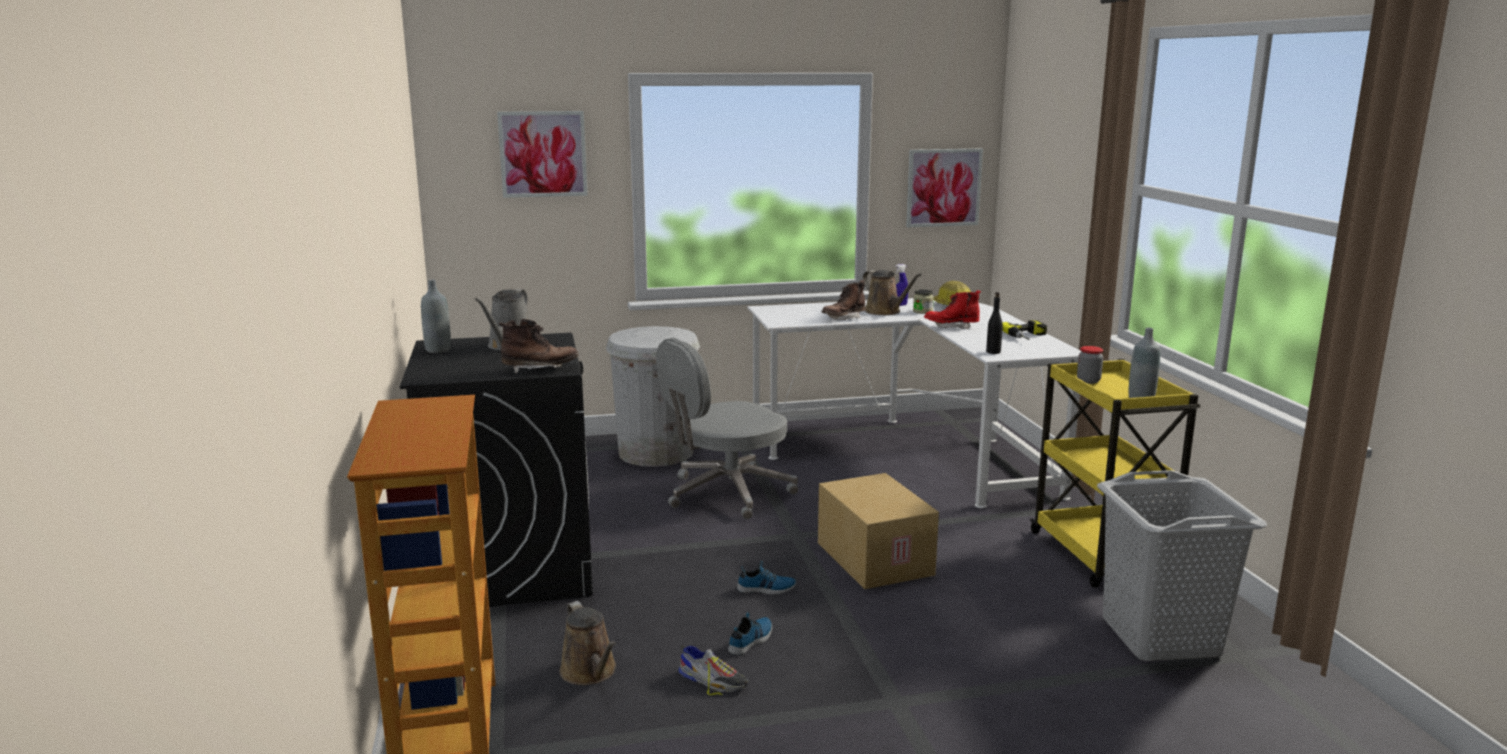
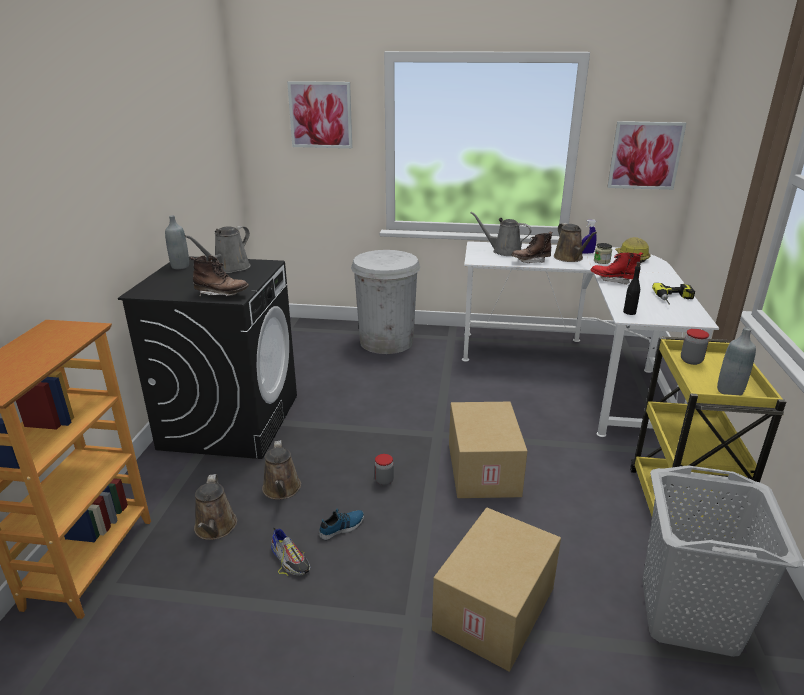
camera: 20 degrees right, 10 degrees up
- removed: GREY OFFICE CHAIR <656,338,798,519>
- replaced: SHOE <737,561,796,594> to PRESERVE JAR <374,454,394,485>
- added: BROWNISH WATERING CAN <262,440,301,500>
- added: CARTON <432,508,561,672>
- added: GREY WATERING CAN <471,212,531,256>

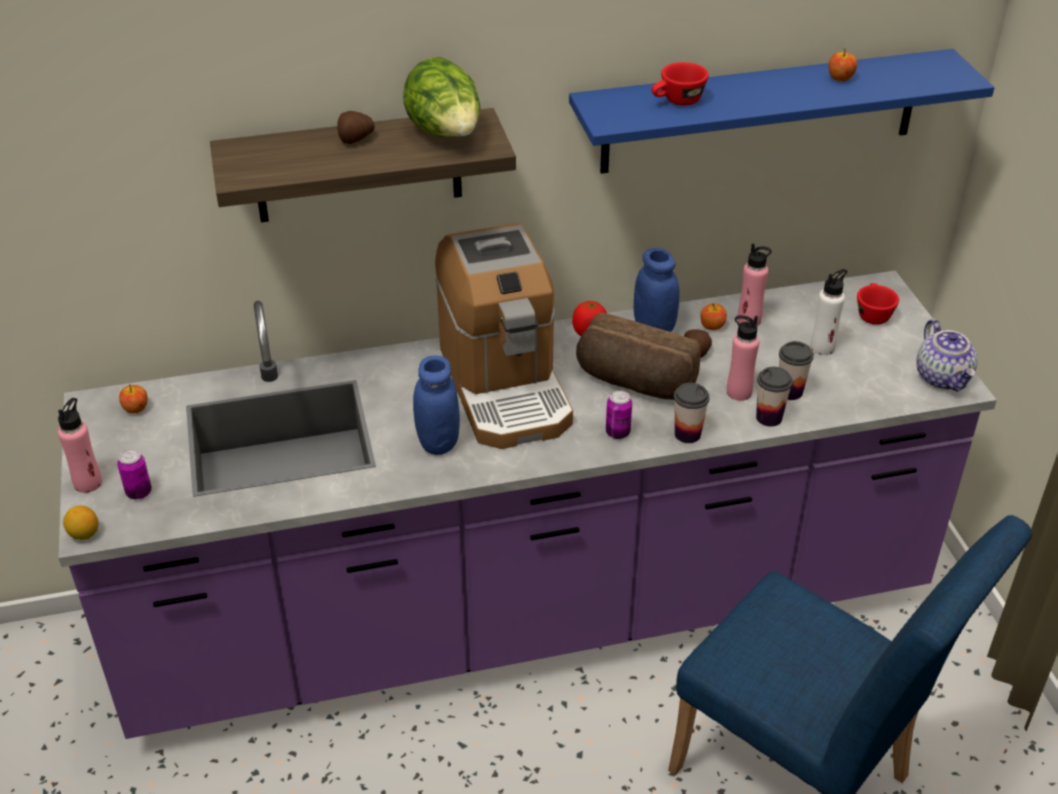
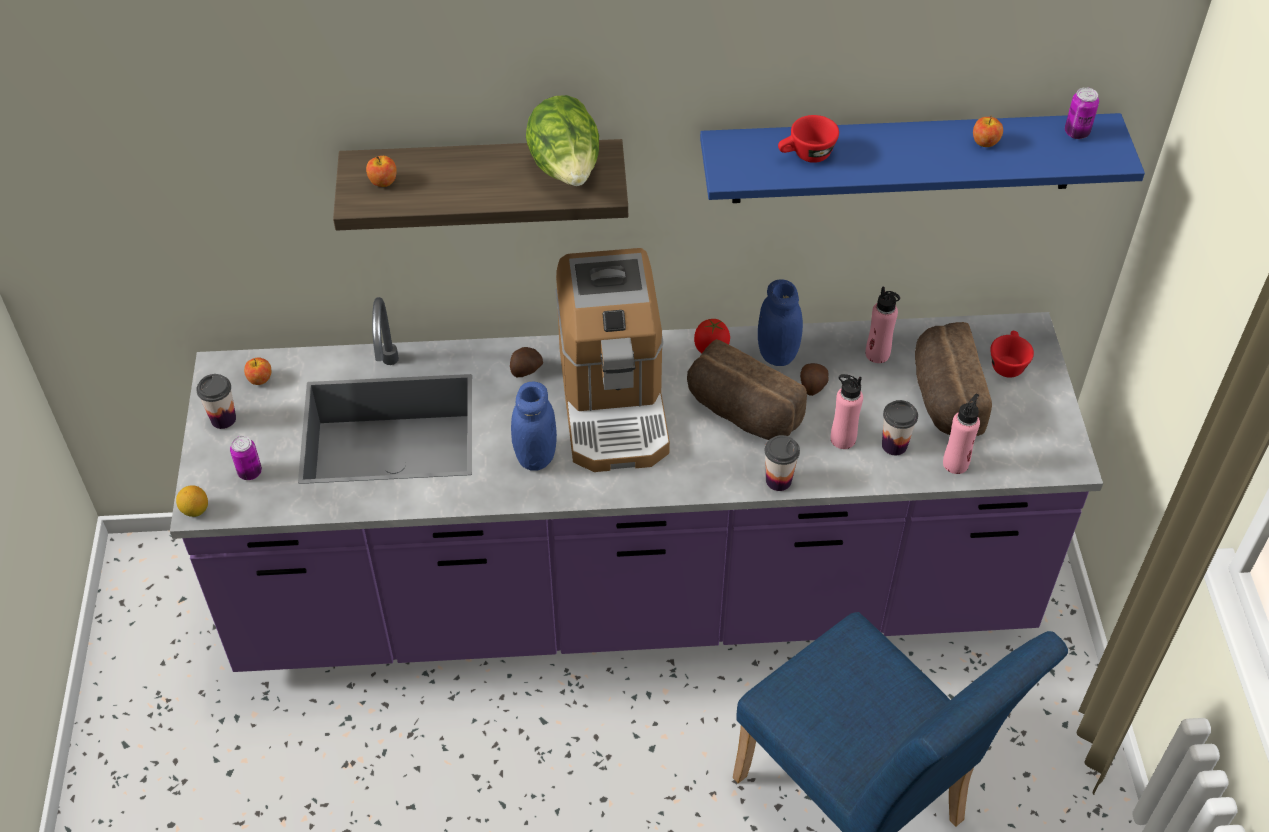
camera: 10 degrees right, 10 degrees up
- moved: PINK-COLOURED BEVERAGE BOTTLE <58,398,102,493> to <943,394,980,474>
- moved: WHOLE POTATO <337,111,375,144> to <510,347,543,377>
- moved: METAL CAN <606,390,632,439> to <1065,87,1099,139>
- moved: WHOLE APPLE <700,303,727,330> to <366,156,397,187>
- moved: DRINKING CUP <756,367,793,427> to <196,374,236,429>
- replaced: WHITISH BEVERAGE BOTTLE <811,269,847,355> to BAKED BREAD <915,322,992,436>
- removed: TEA POT <917,319,978,392>

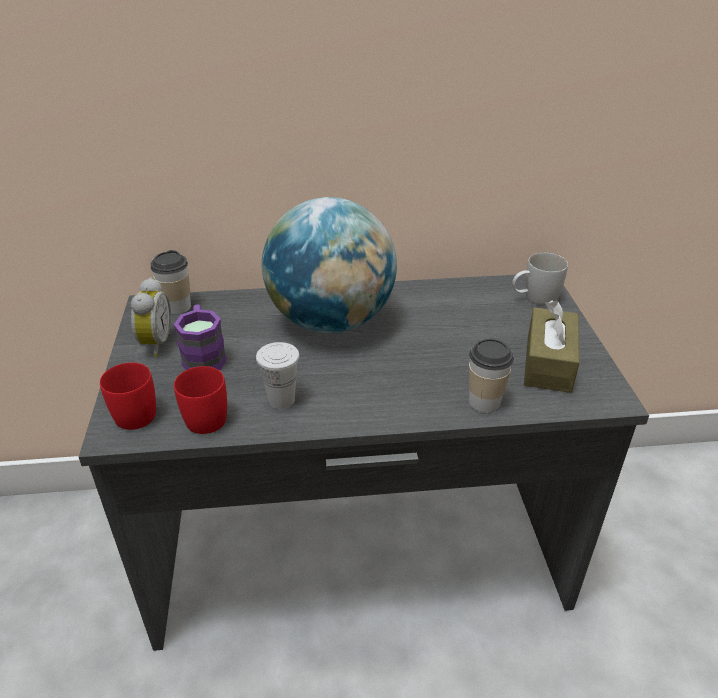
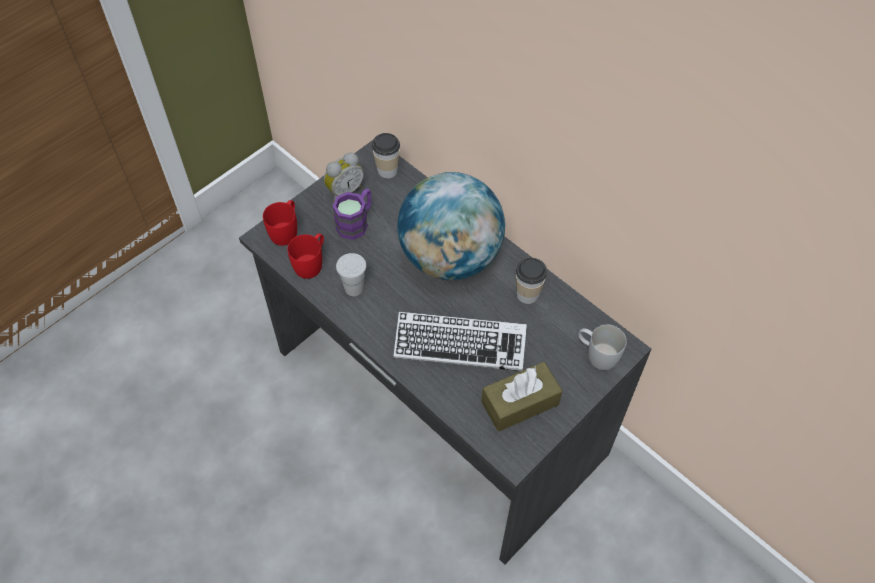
camera: 50 degrees right, 20 degrees up
- moved: DRINKING CUP <469,339,514,413> to <516,258,547,304>
- added: PC KEYBOARD <394,312,527,371>

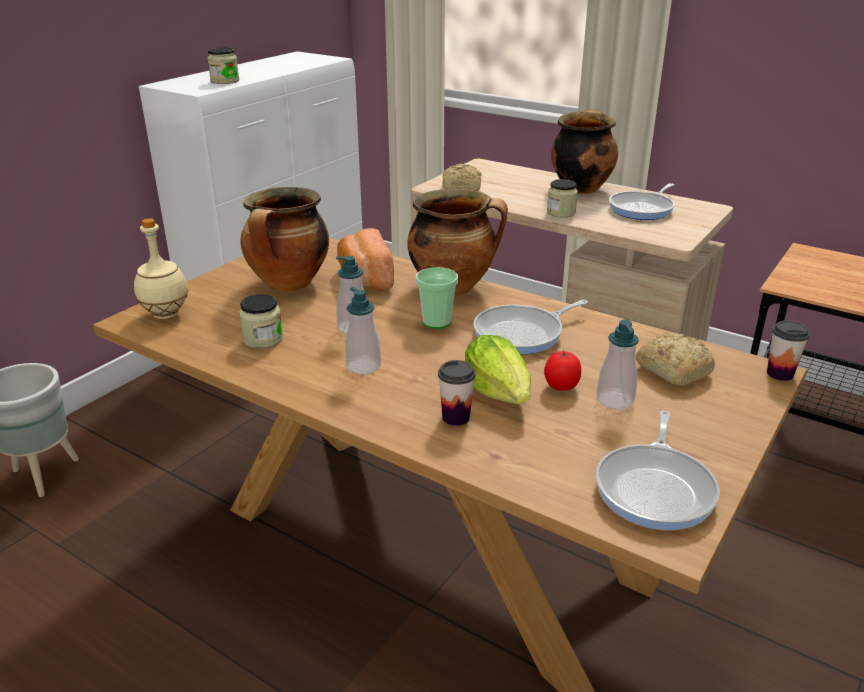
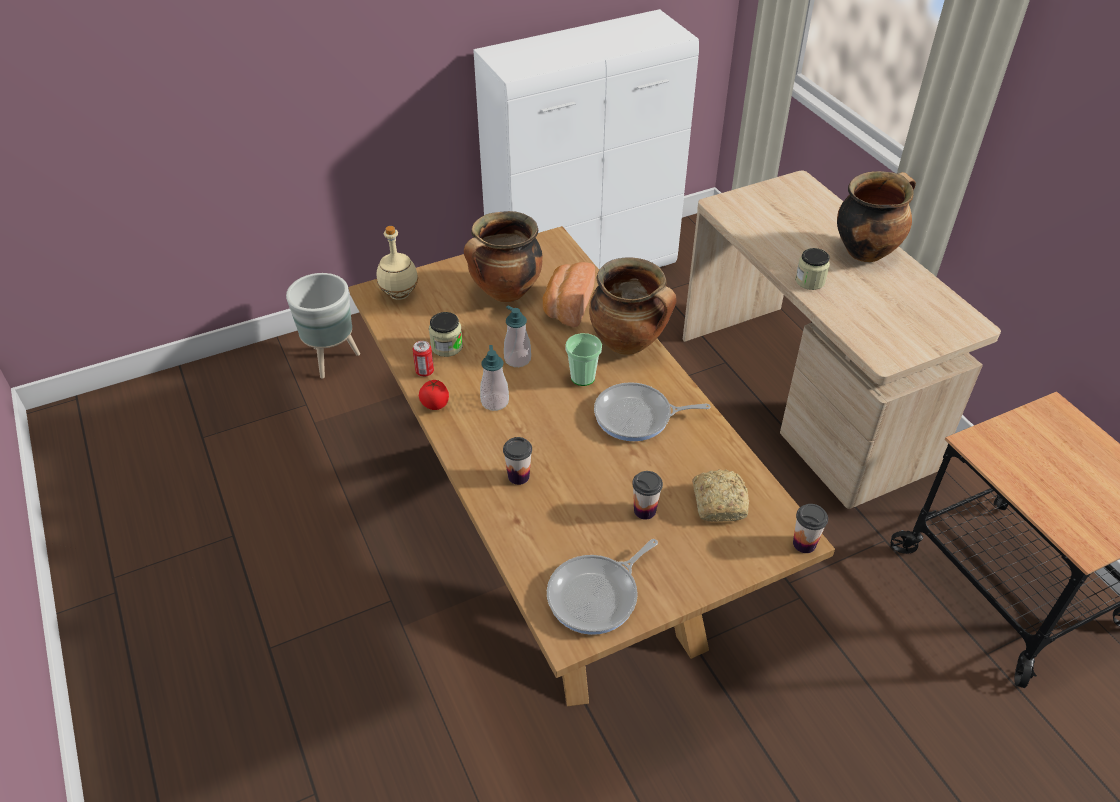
camera: 30 degrees right, 15 degrees up
- removed: PRESERVE JAR <207,47,239,84>
- removed: BAKED BREAD <442,163,482,191>
- removed: HEAD OF LETTUCE <465,335,531,405>
- moved: WHOLE TOMATO <544,350,581,391> to <419,380,449,410>
- replaced: LIQUID SOAP BOTTLE <596,320,639,409> to DRINKING CUP <632,471,663,520>
- removed: FRYING PAN <609,183,675,220>
- added: METAL CAN <413,341,434,377>

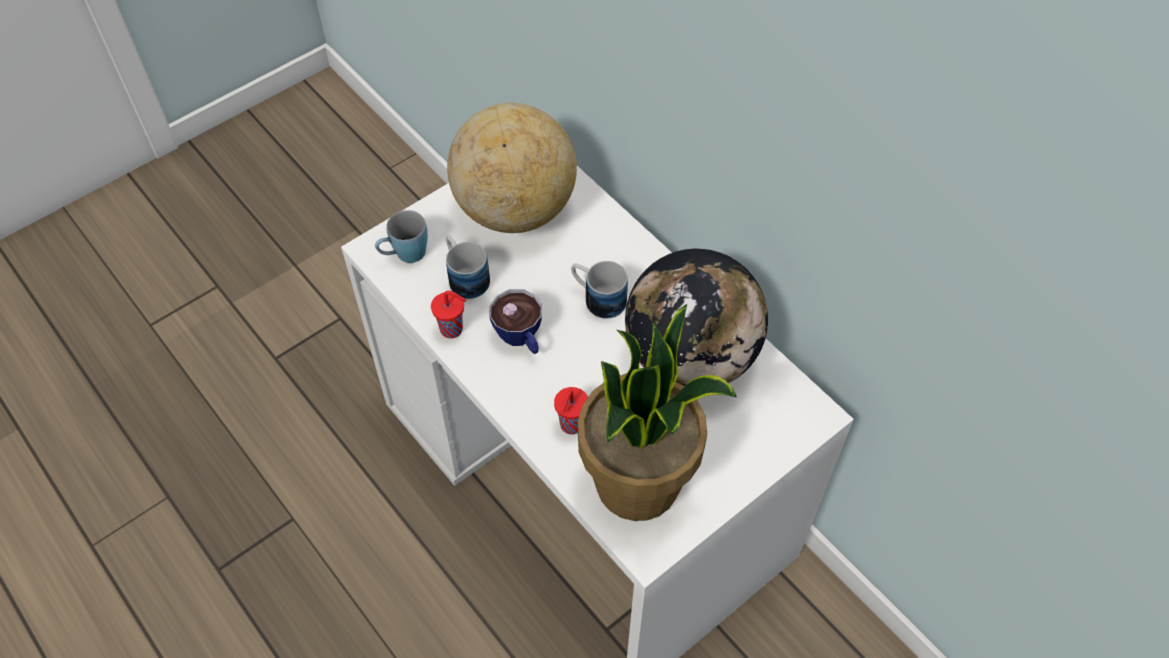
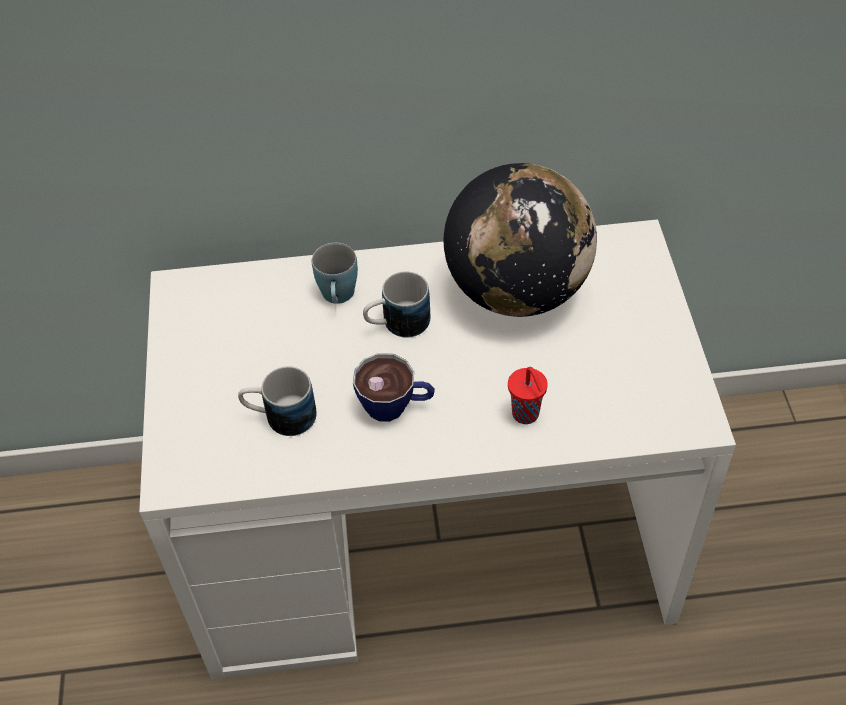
camera: 55 degrees left, 5 degrees down
- moved: BLUE-COLOURED TEA MUG <375,210,428,263> to <312,243,358,304>
- removed: REDDISH DRINKING CUP <431,291,466,339>
- removed: GLOBE <447,103,577,233>
- removed: PLANT IN A POT <578,304,737,521>

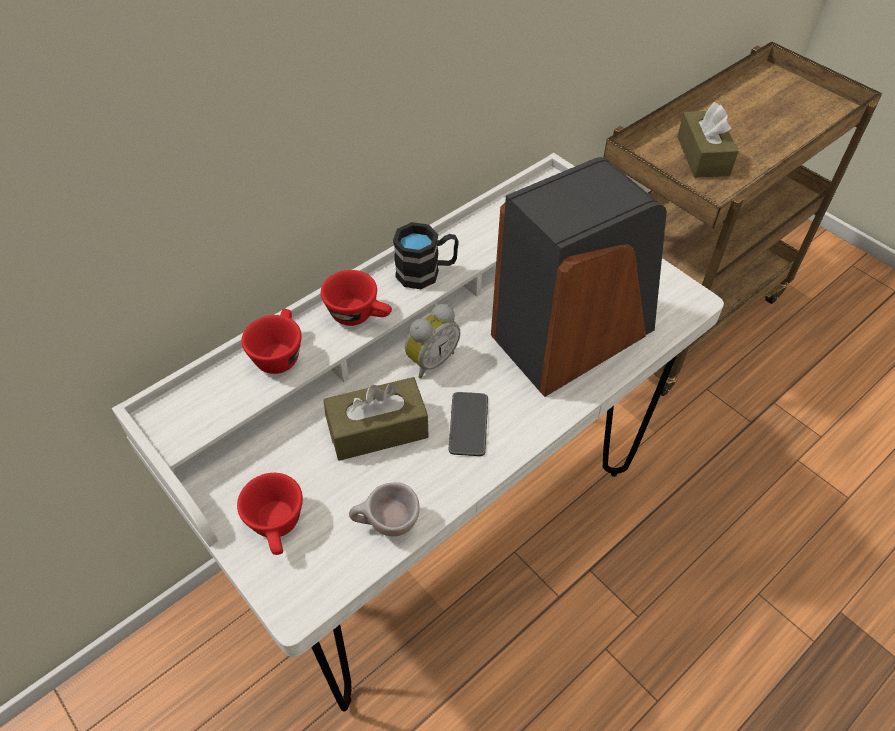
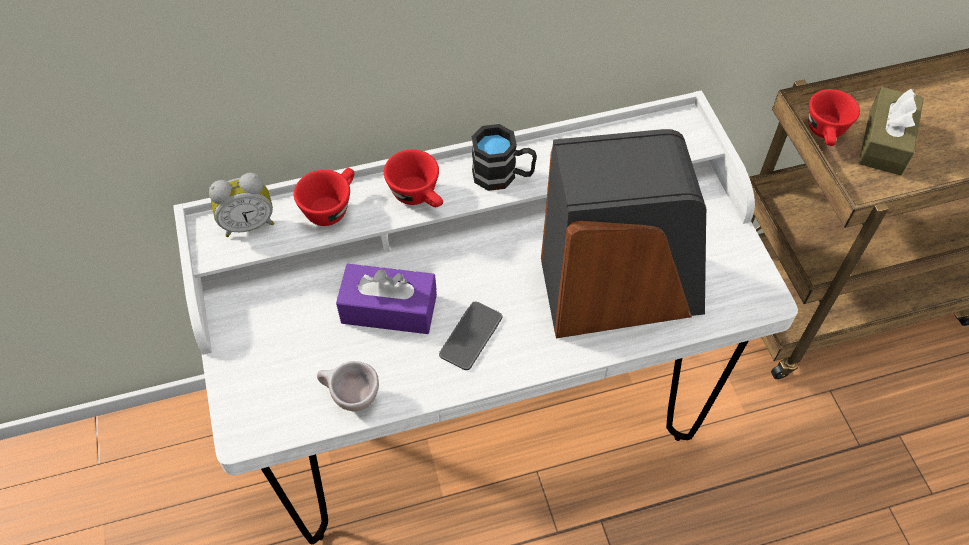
camera: 25 degrees right, 5 degrees up
- moved: REDDISH DRINKING CUP <237,473,303,555> to <808,89,860,146>
- recoloured: BROWNISH TISSUE BOX <324,377,429,461> to PURPLE TISSUE BOX <336,264,437,334>
- moved: TABLE CLOCK <405,304,460,378> to <209,173,274,237>

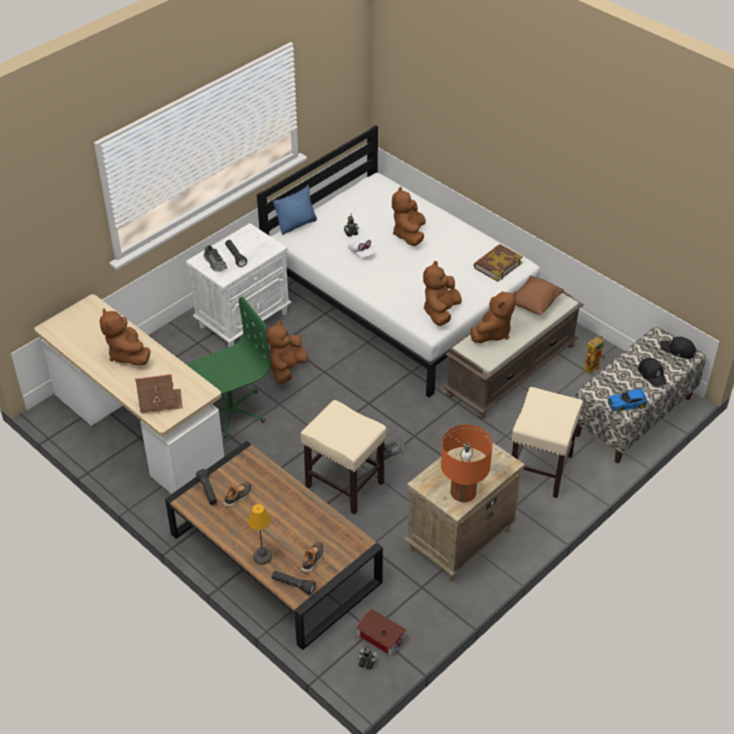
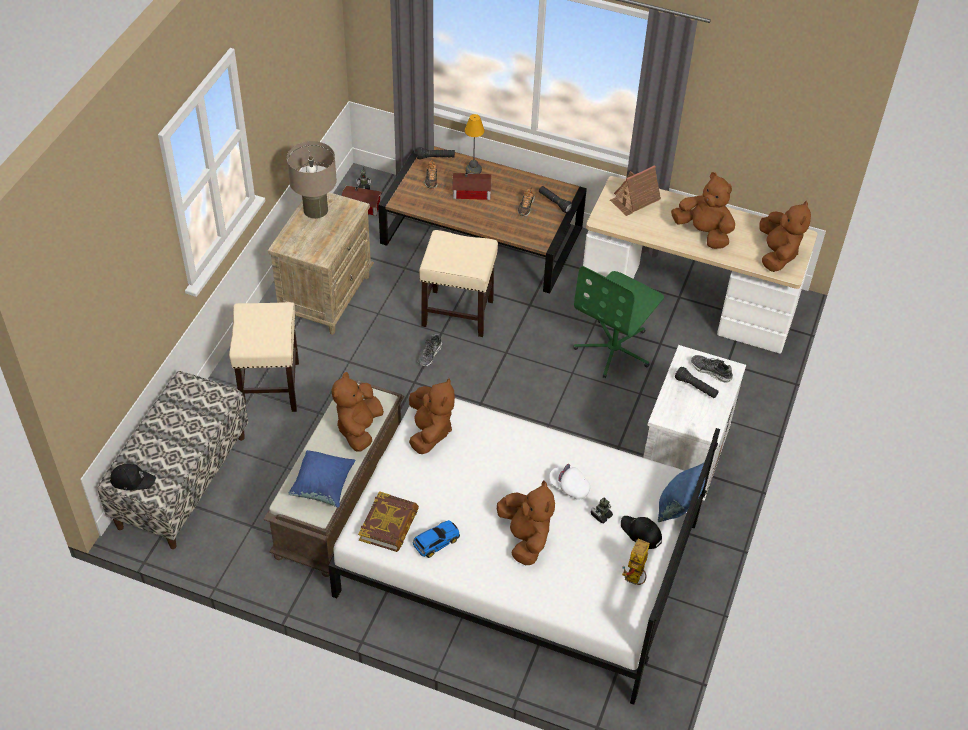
camera: 155 degrees right, 5 degrees up
- moved: BROWNISH SOFT TOY <267,321,308,384> to <759,201,811,272>
- recoloured: ORANGEY TABLE LAMP <441,424,493,502> to SAND-COLOURED TABLE LAMP <287,141,337,219>
- recoloured: BROWNISH PILLOW <515,276,564,315> to BLUE-COLOURED PILLOW <288,450,355,507>
- moved: TOY ROBOT <584,336,606,374> to <622,538,650,585>
- moved: TOY CAR <608,388,647,413> to <413,520,460,558>
- moved: BLACKISH CAP <638,358,666,387> to <621,516,662,549>
- added: MINIATURE HOUSE <452,172,492,200>

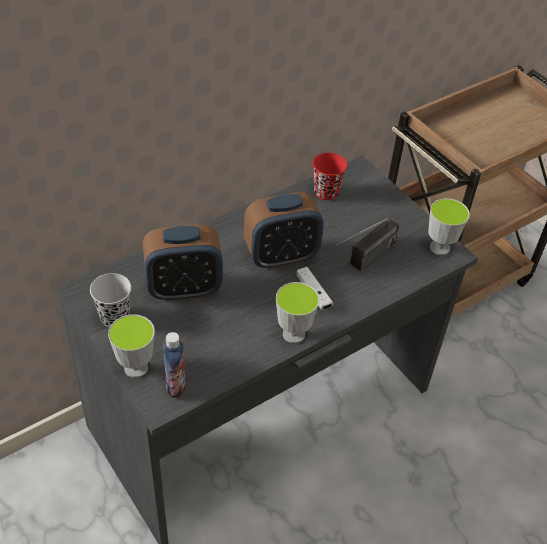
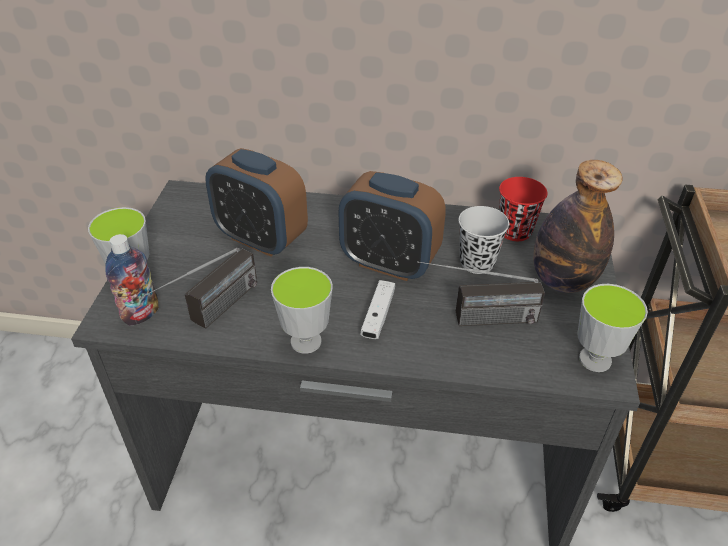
camera: 45 degrees right, 5 degrees down
- moved: BLACKISH DRINKING CUP <90,273,131,327> to <459,206,509,274>
- added: RADIO <144,248,257,329>
- added: BEVERAGE BOTTLE <533,160,623,293>

